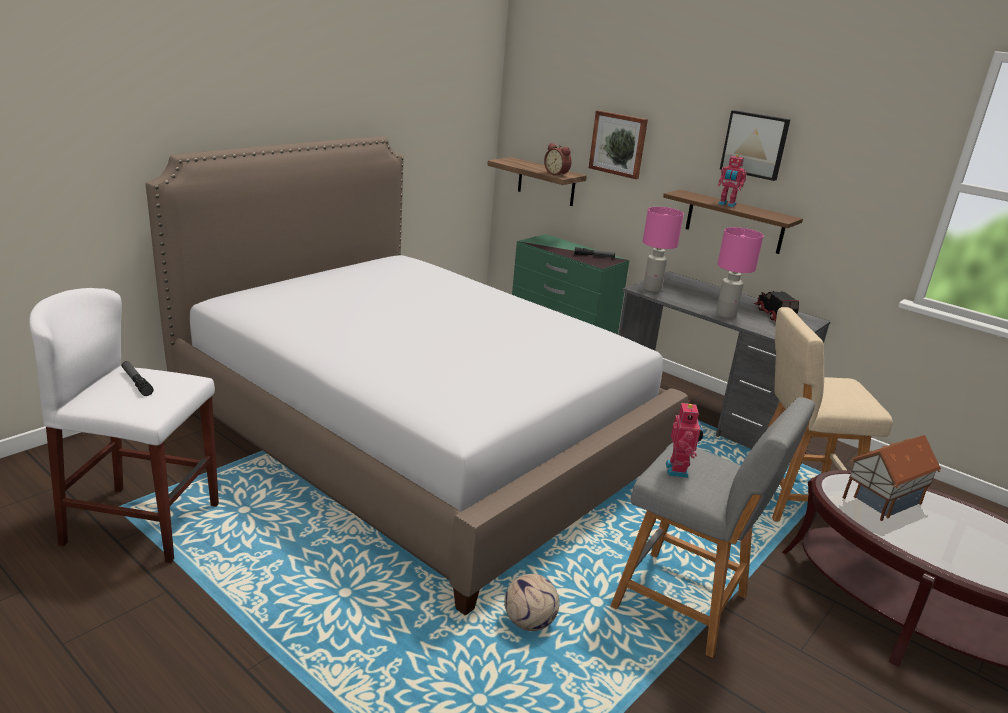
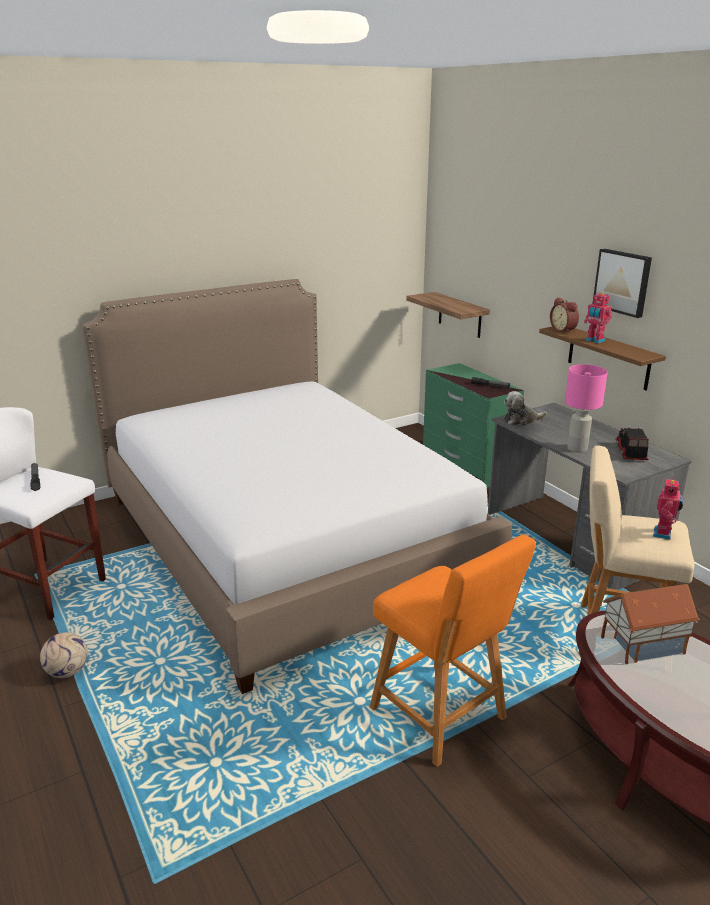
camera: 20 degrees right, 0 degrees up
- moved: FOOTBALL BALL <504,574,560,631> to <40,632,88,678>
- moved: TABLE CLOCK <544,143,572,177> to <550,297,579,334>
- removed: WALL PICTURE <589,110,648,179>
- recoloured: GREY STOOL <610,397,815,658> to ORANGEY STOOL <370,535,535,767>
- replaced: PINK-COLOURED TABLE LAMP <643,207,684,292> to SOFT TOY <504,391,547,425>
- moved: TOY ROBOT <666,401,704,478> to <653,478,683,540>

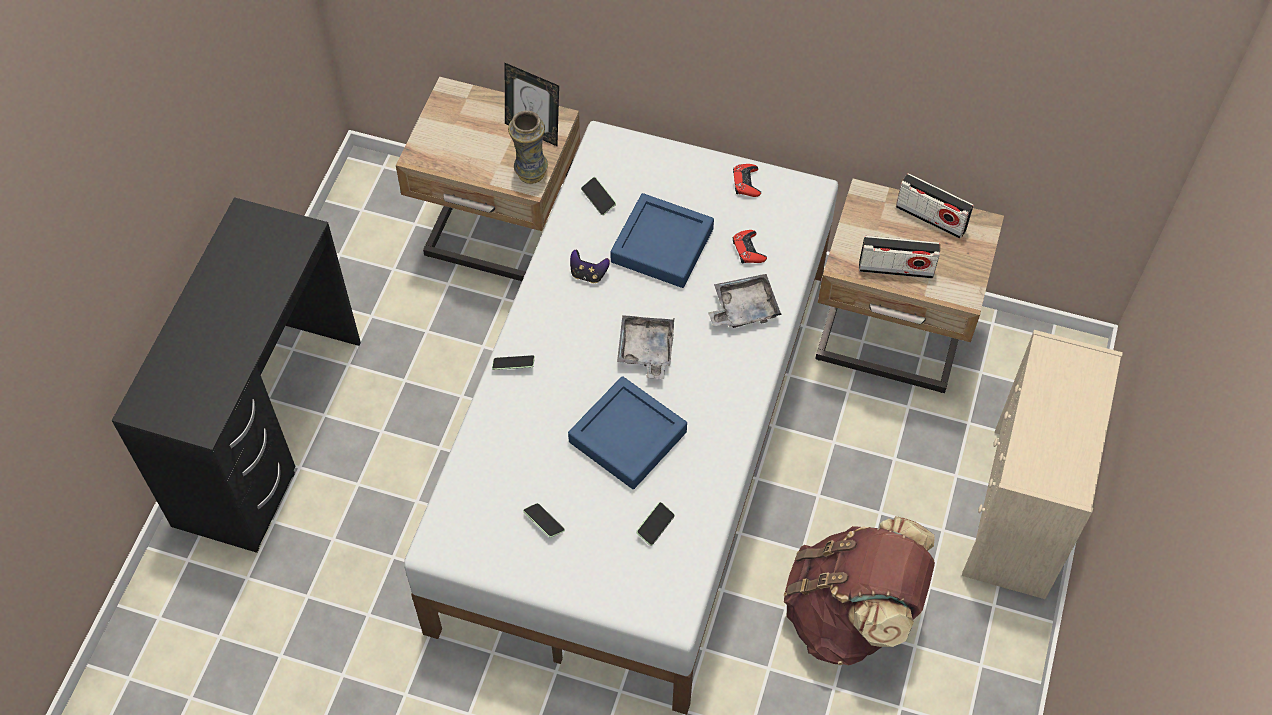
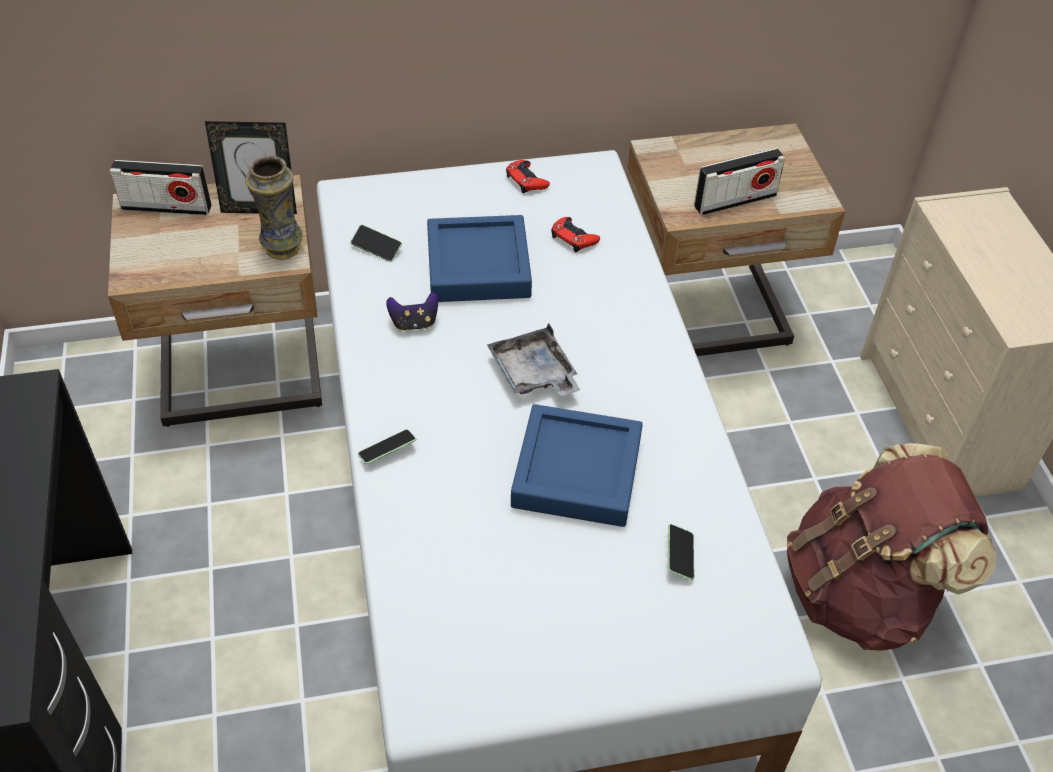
camera: 30 degrees left, 10 degrees down
- removed: PHONE <523,503,565,538>
- removed: GREY TRAY <708,274,781,328>
- moved: RADIO <896,173,974,239> to <110,160,212,215>

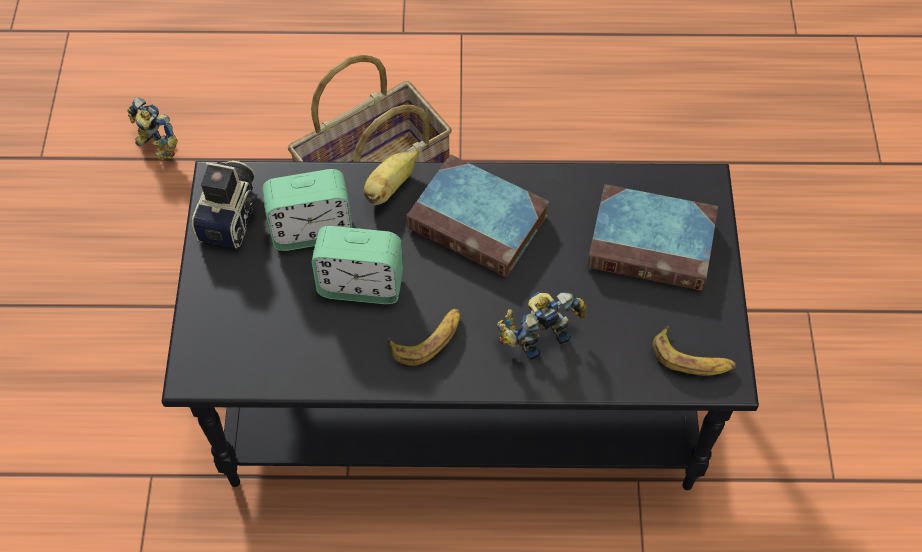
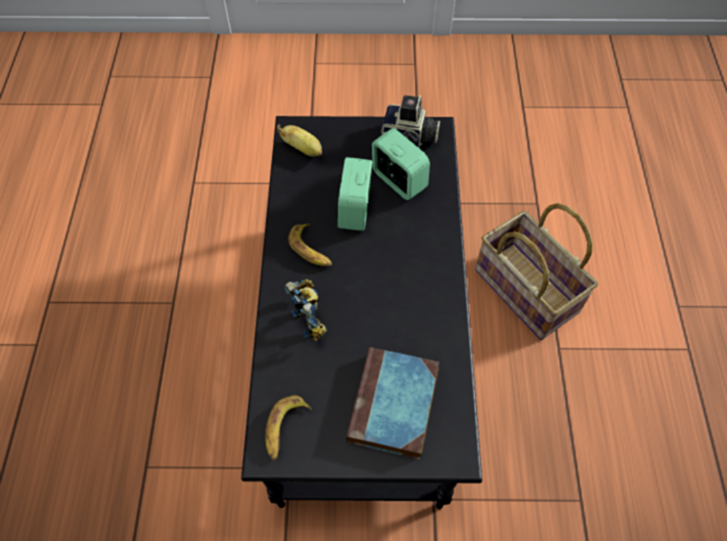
camera: 90 degrees right, 0 degrees up
- removed: TOY ROBOT <127,97,178,160>
- turned: TABLE CLOCK <262,169,352,251> = <372,128,430,200> 150 degrees clockwise
- moved: WHOLE BANANA <364,150,418,205> to <277,124,322,157>
- removed: VOLUME <406,155,549,277>

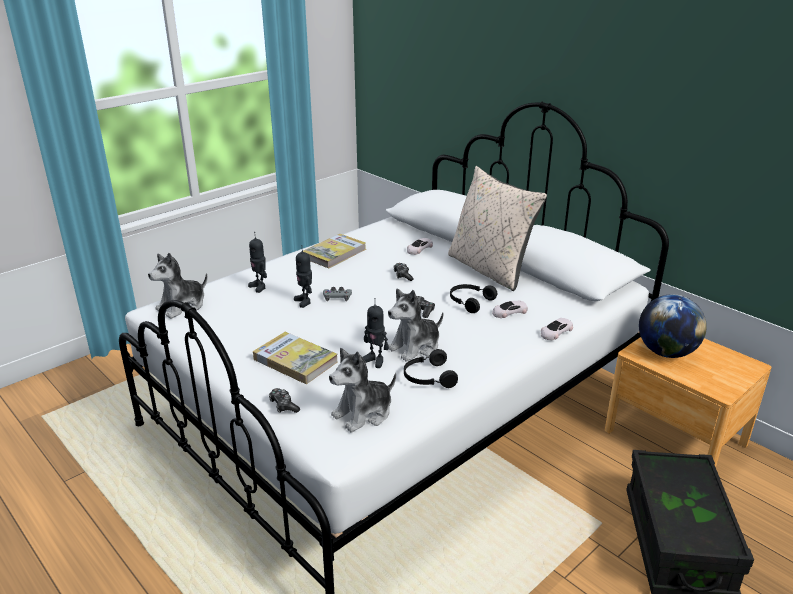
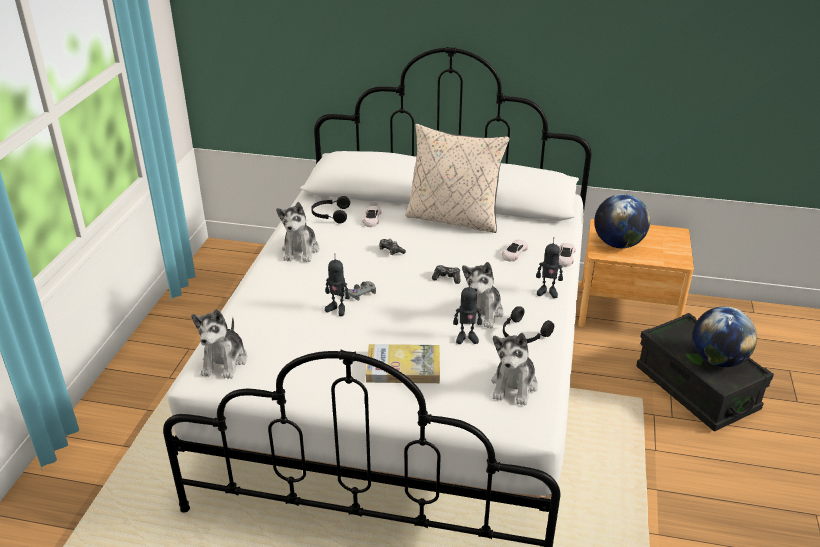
camera: 35 degrees left, 5 degrees up
- moved: TOY ROBOT <248,232,267,293> to <536,240,563,298>
- removed: GAMEPAD <269,388,300,413>
- replaced: VOLUME <303,234,366,268> to SOFT TOY <276,202,319,262>
- moved: BLACKISH PAIR OF HEADPHONES <450,284,497,313> to <311,196,350,224>
- added: GLOBE <693,306,757,367>

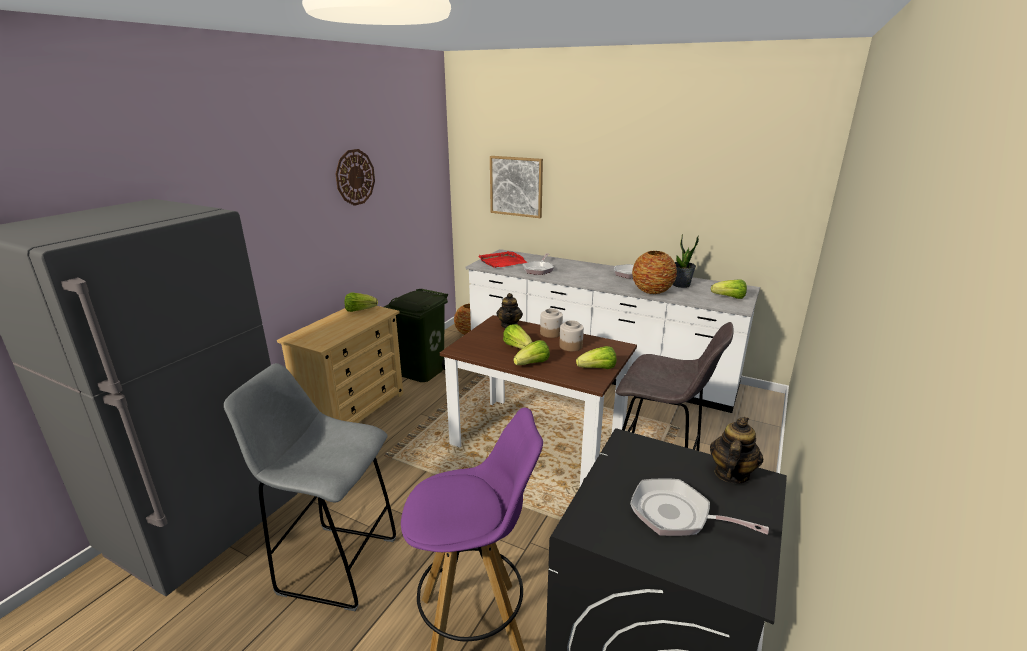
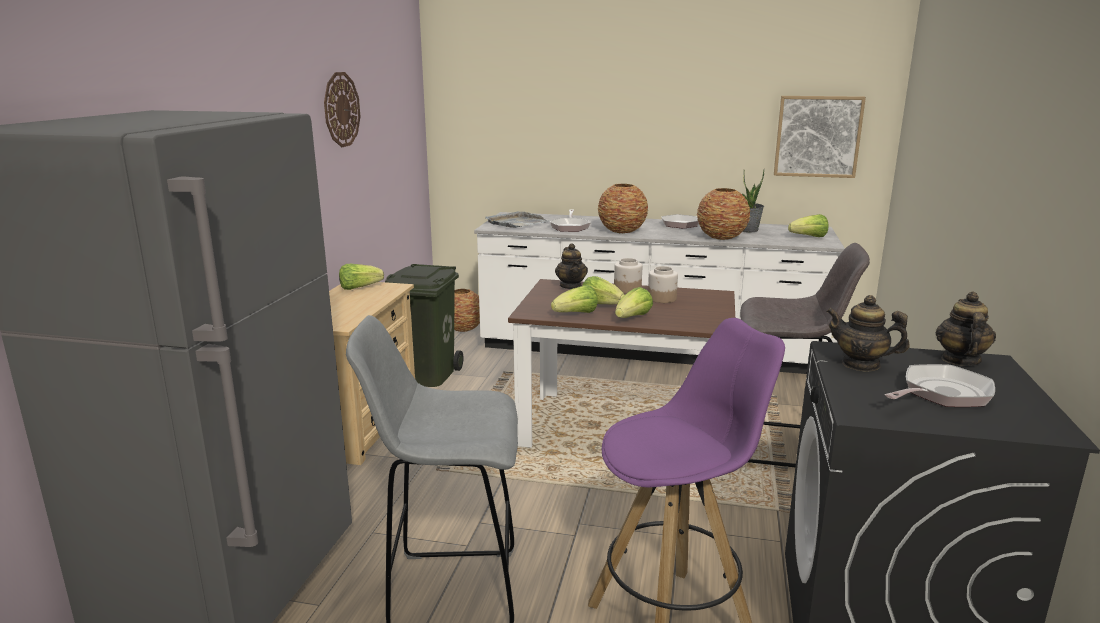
camera: 15 degrees left, 5 degrees down
- recoloured: REDDISH TRAY <479,251,527,268> to GREY TRAY <486,211,549,228>
- moved: WALL PICTURE <490,156,543,218> to <774,96,866,178>
- moved: HEAD OF LETTUCE <576,346,616,369> to <551,285,598,313>
- turned: FRYING PAN <630,479,769,536> = <884,364,995,407> 135 degrees clockwise
- added: VASE <598,184,648,233>
- added: TEA POT <826,295,909,371>

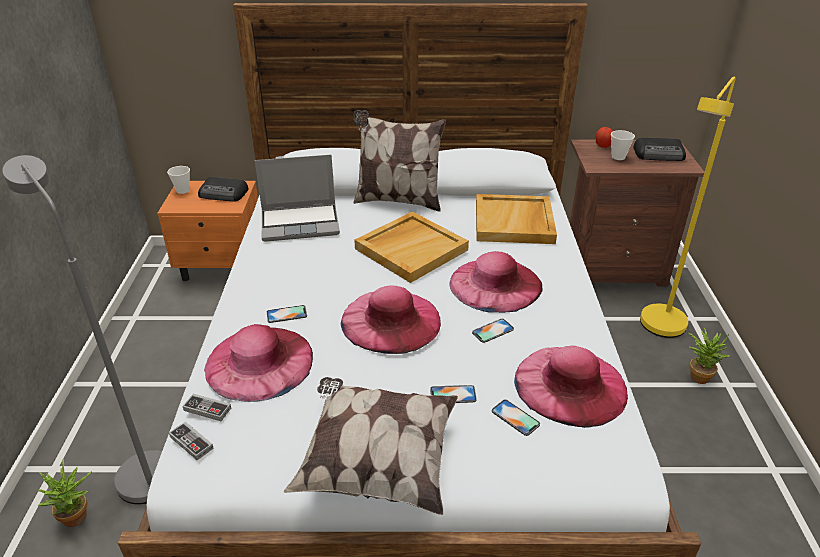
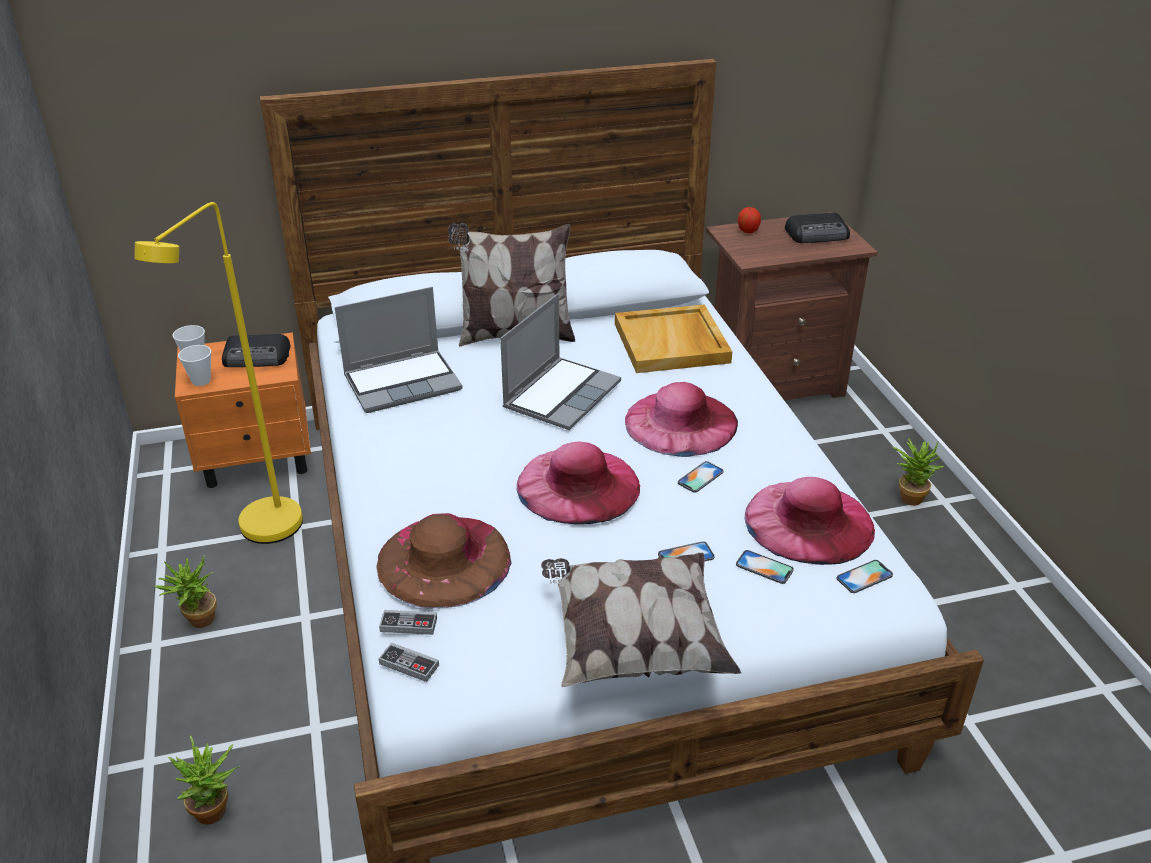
camera: 15 degrees left, 0 degrees up
- removed: GREY STANDING LAMP <2,155,162,504>
- recoloured: PINK-COLOURED WEARABLE HAT <204,324,313,402> to BROWNISH WEARABLE HAT <376,513,511,608>
- moved: PHONE <267,305,307,323> to <837,560,893,593>
- replaced: SAND-COLOURED TRAY <354,212,469,283> to NOTEBOOK COMPUTER <500,294,621,430>
- moved: DRINKING CUP <611,130,635,160> to <178,345,211,386>
- moved: YELLOW-COLOURED STANDING LAMP <640,77,735,338> to <134,202,303,544>
- added: PLANT IN A POT <154,555,217,628>

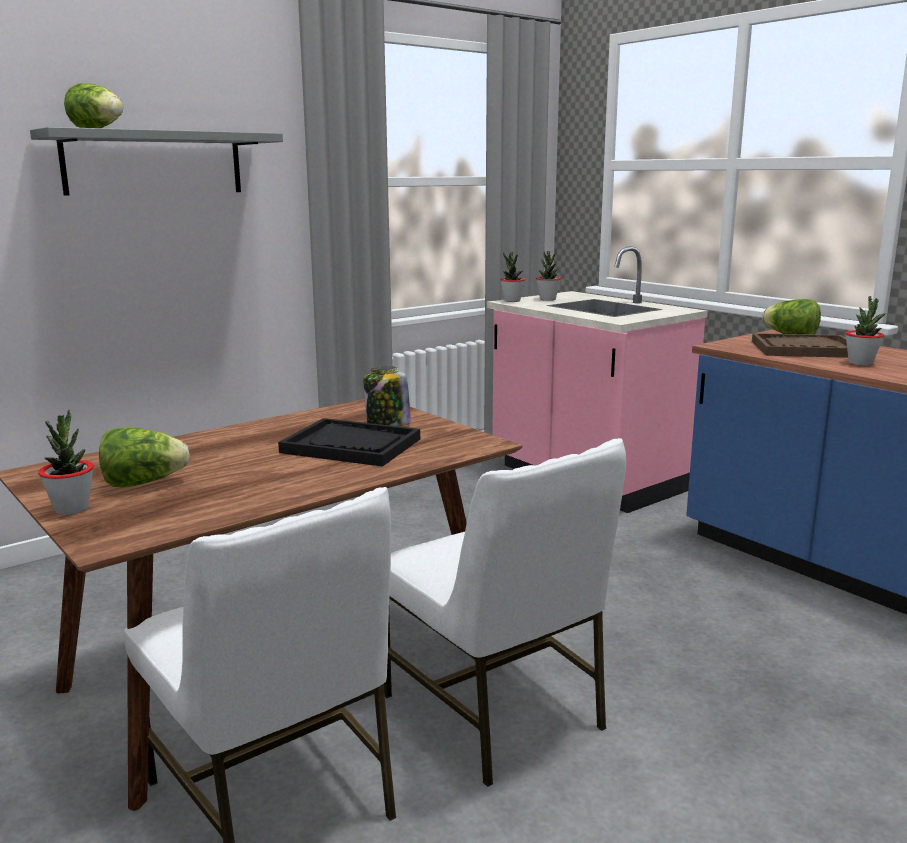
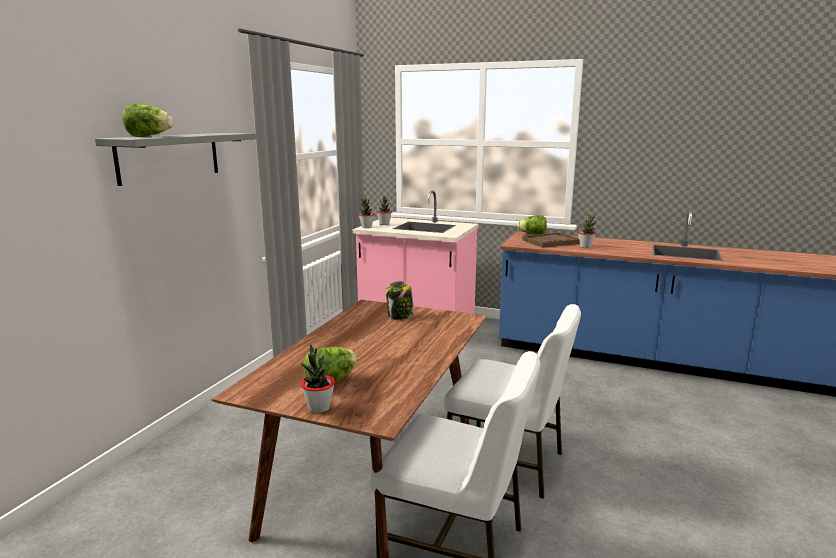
camera: 30 degrees left, 0 degrees up
- removed: BLACKISH TRAY <278,418,420,466>

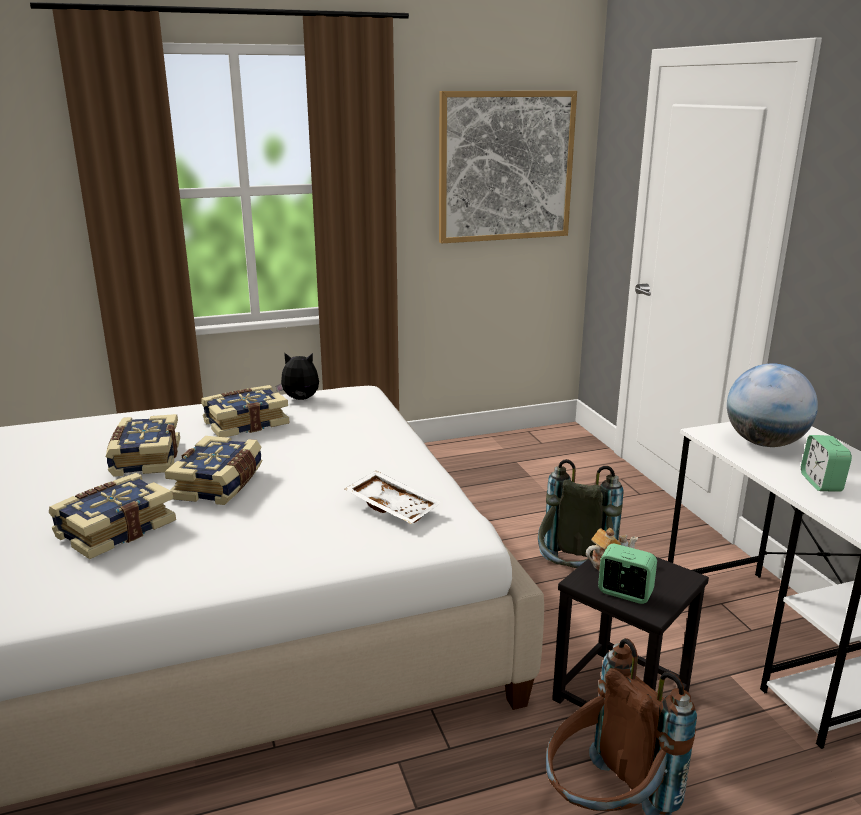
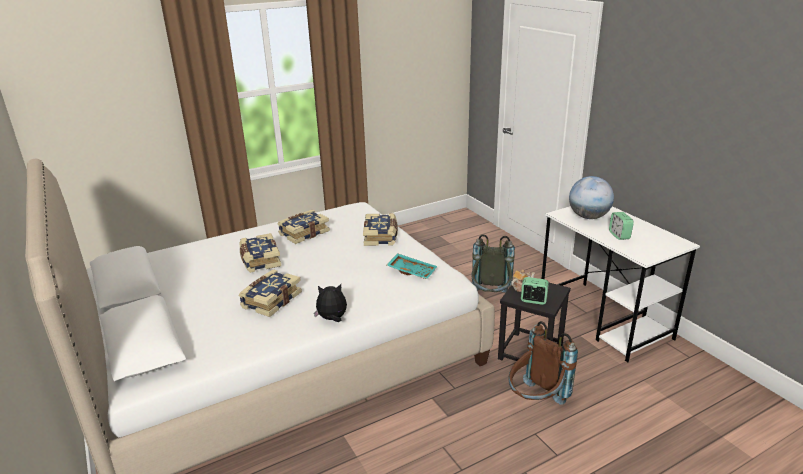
camera: 10 degrees left, 5 degrees up
- moved: VOLUME <165,436,263,505> to <363,213,398,246>
- moved: SOFT TOY <276,352,319,400> to <314,284,347,322>
- recoloured: WHITISH TRAY <345,471,441,524> to BLUE-GREEN TRAY <387,253,437,279>
- removed: WALL PICTURE <439,91,577,243>

